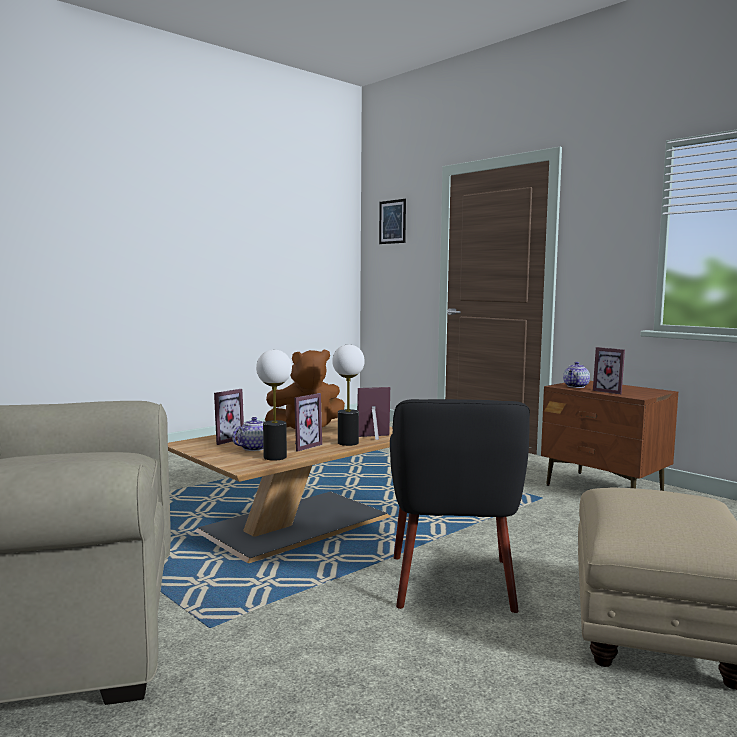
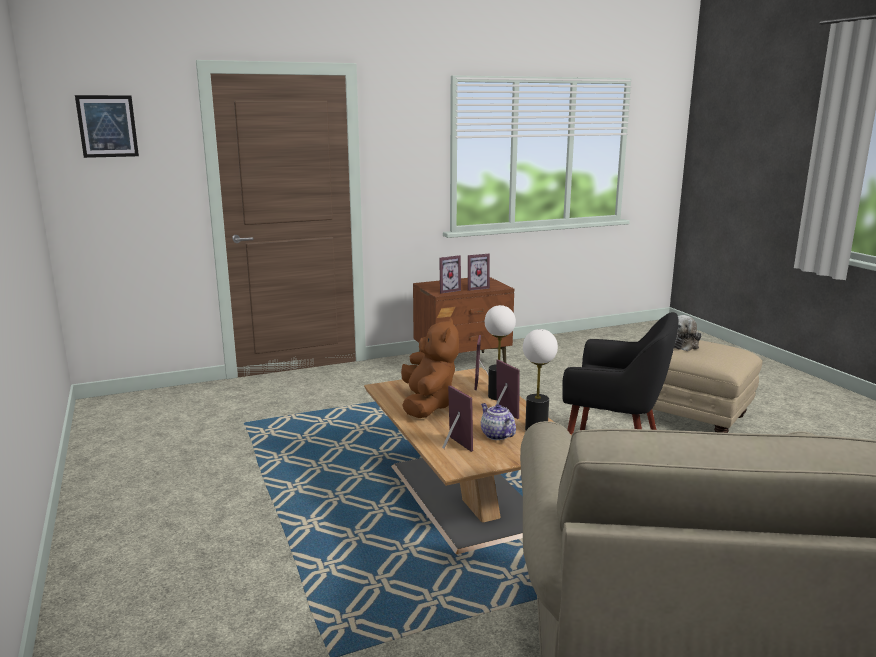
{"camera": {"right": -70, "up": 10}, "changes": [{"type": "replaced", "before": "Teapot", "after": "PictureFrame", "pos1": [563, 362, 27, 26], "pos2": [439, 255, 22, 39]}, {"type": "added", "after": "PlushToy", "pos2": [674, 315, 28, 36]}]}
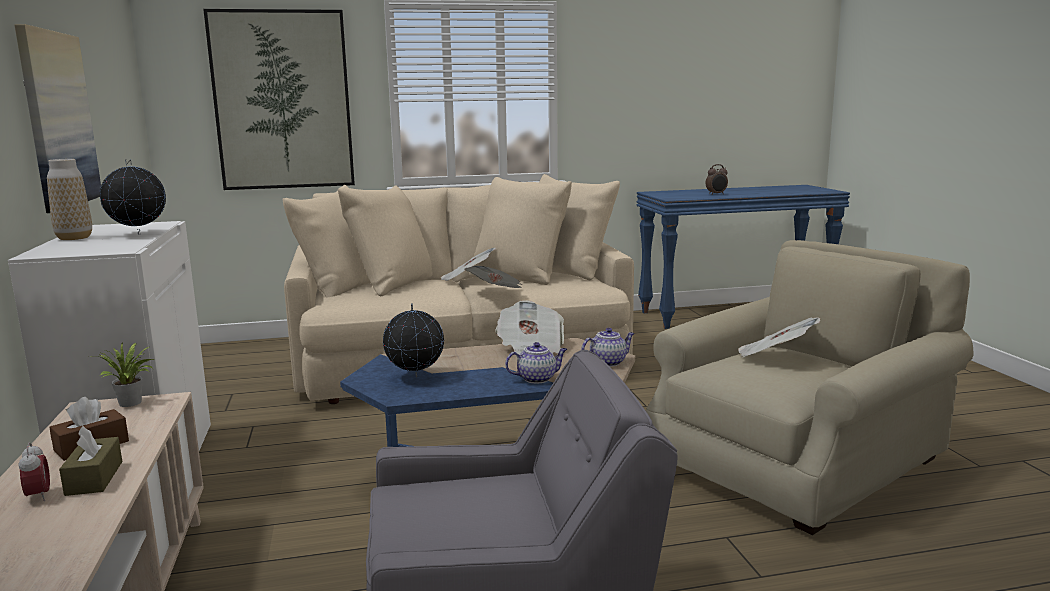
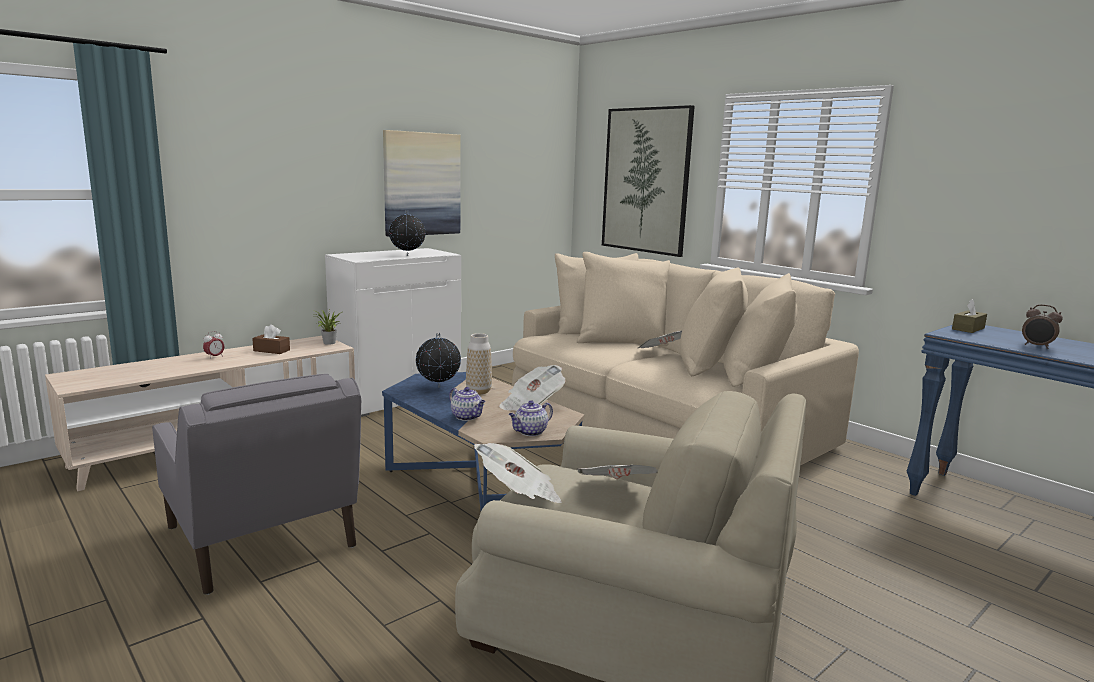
{"camera": {"right": 60, "up": 0}, "changes": [{"type": "moved", "before": "Vase", "pos1": [47, 159, 45, 81], "pos2": [466, 333, 26, 62]}, {"type": "moved", "before": "Newspaper", "pos1": [464, 266, 58, 22], "pos2": [474, 443, 88, 60]}, {"type": "turned", "before": "Teapot", "pos1": [581, 328, 54, 39], "pos2": [508, 400, 45, 36], "turn": 105}, {"type": "moved", "before": "BrownTissueBox", "pos1": [59, 426, 63, 70], "pos2": [952, 299, 35, 34]}]}
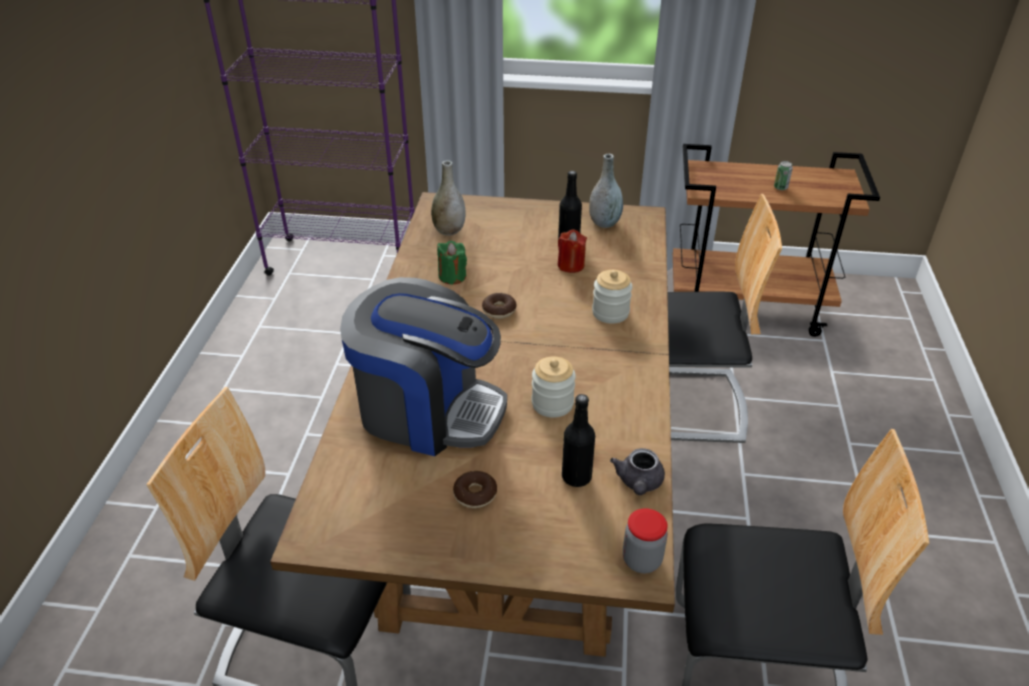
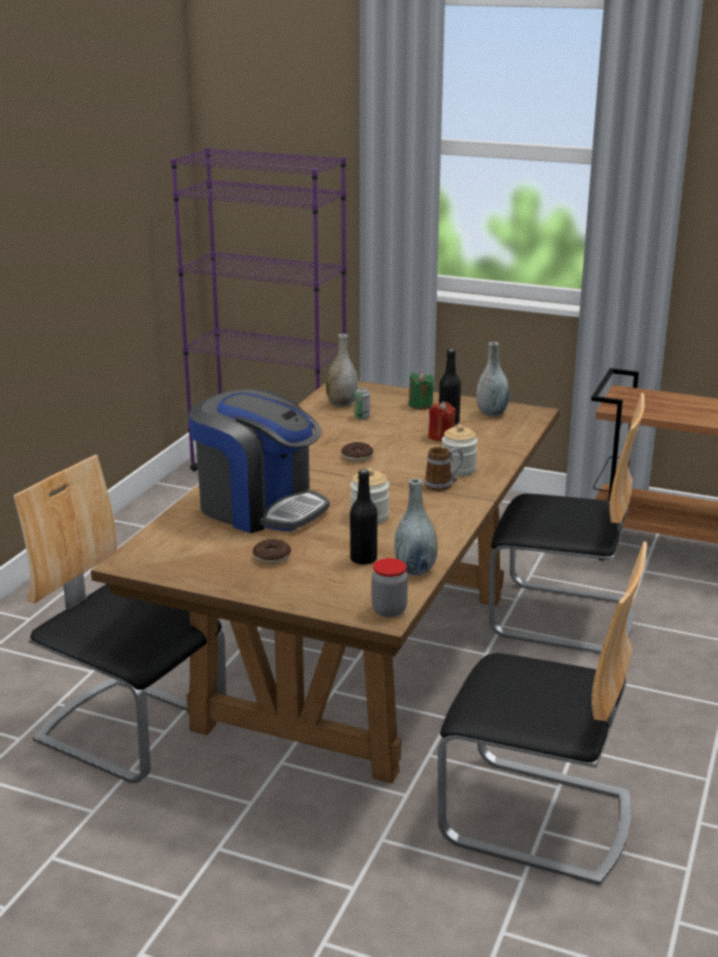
{"camera": {"right": 15, "up": -15}, "changes": [{"type": "moved", "before": "Can", "pos1": [774, 161, 19, 29], "pos2": [355, 388, 15, 32]}, {"type": "replaced", "before": "GreyTeapot", "after": "GreyVase", "pos1": [610, 448, 55, 47], "pos2": [394, 478, 44, 98]}, {"type": "moved", "before": "GreenCandle", "pos1": [437, 241, 30, 43], "pos2": [409, 371, 25, 38]}, {"type": "added", "after": "Mug", "pos2": [425, 447, 38, 44]}]}
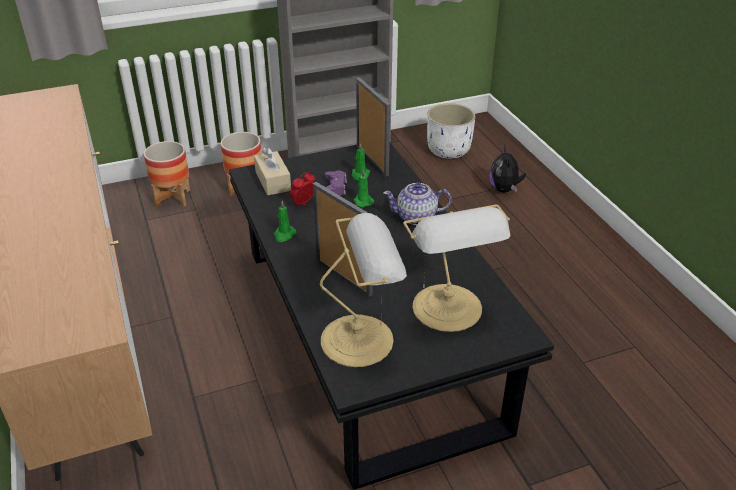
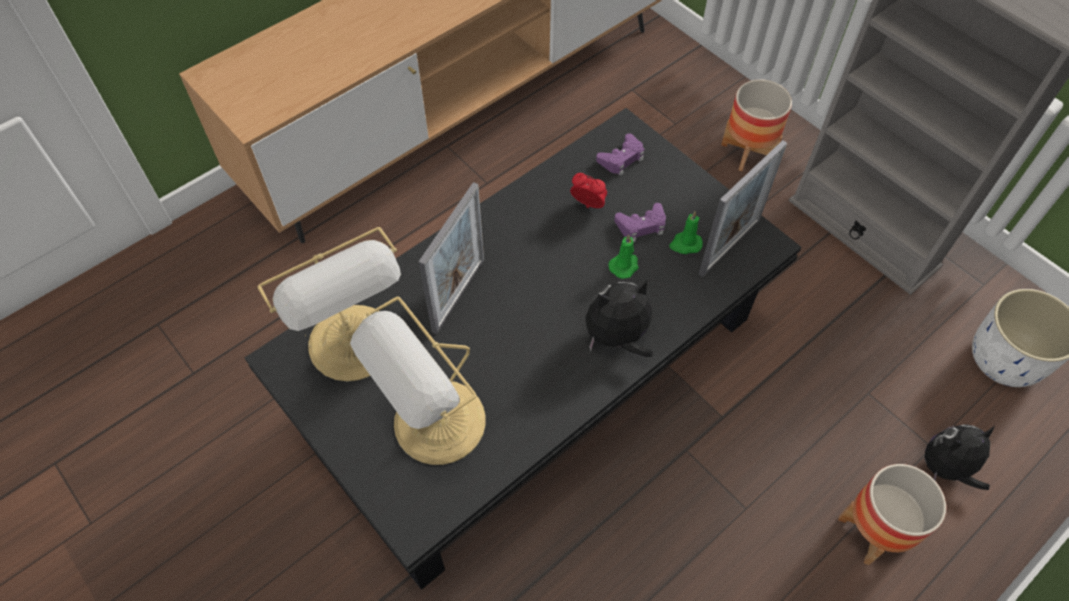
{"camera": {"right": 70, "up": 20}, "changes": [{"type": "replaced", "before": "Teapot", "after": "PlushToy", "pos1": [383, 183, 69, 42], "pos2": [585, 279, 68, 78]}, {"type": "replaced", "before": "BeigeTissueBox", "after": "PurpleGameController", "pos1": [254, 147, 37, 48], "pos2": [596, 133, 48, 42]}, {"type": "moved", "before": "Planter", "pos1": [144, 141, 46, 66], "pos2": [838, 464, 108, 101]}, {"type": "removed", "before": "GreenCandle", "pos1": [274, 201, 22, 41]}]}
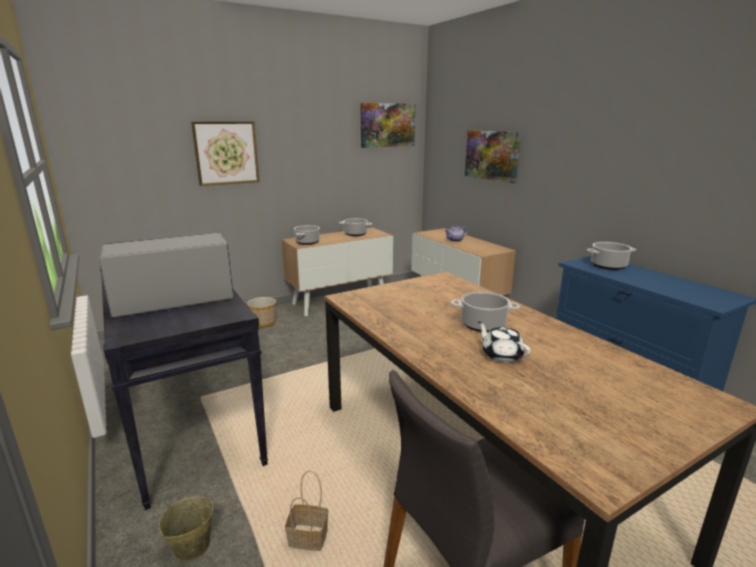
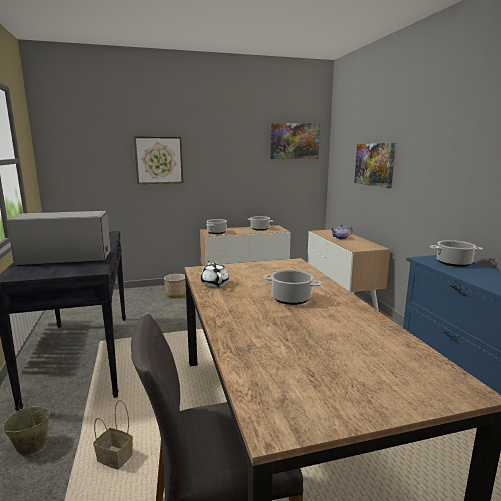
{"camera": {"right": 15, "up": -5}, "changes": [{"type": "moved", "before": "WhiteTeapot", "pos1": [478, 322, 53, 41], "pos2": [201, 261, 28, 26]}]}
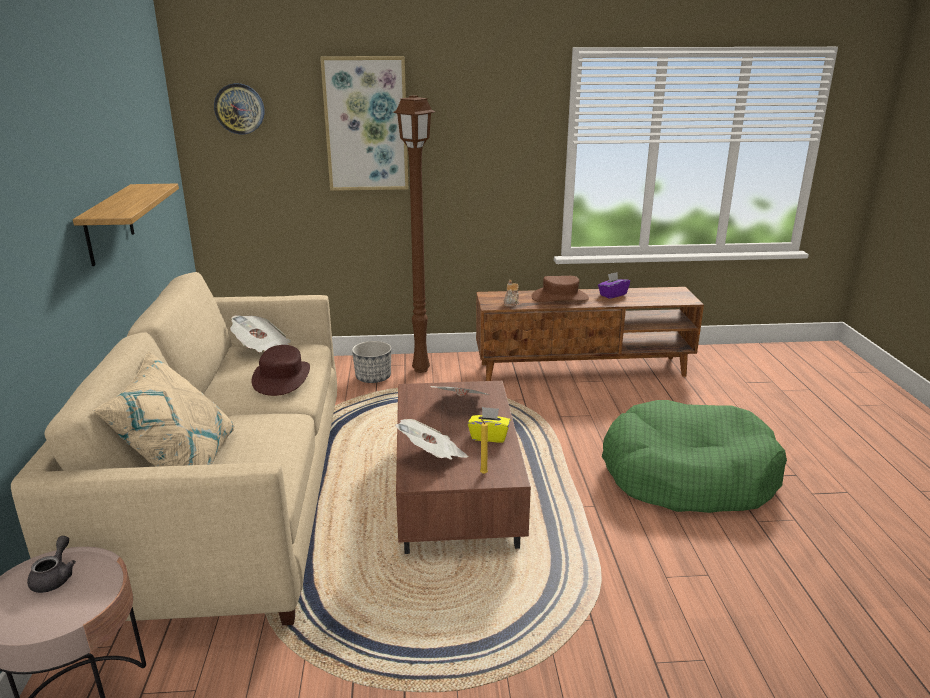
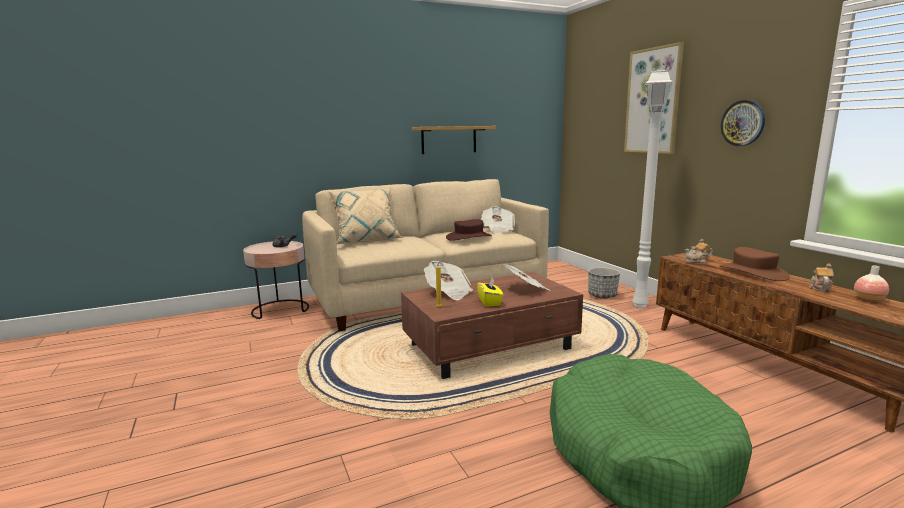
{"camera": {"right": 70, "up": -10}, "changes": [{"type": "recoloured", "before": "BrownFloorLamp", "after": "WhiteFloorLamp", "pos1": [393, 95, 42, 278], "pos2": [632, 69, 41, 239]}, {"type": "moved", "before": "WallClock", "pos1": [214, 83, 50, 51], "pos2": [720, 100, 45, 46]}, {"type": "replaced", "before": "PurpleTissueBox", "after": "Teapot", "pos1": [598, 272, 32, 27], "pos2": [809, 263, 25, 29]}, {"type": "added", "after": "Vase", "pos2": [854, 265, 35, 36]}]}
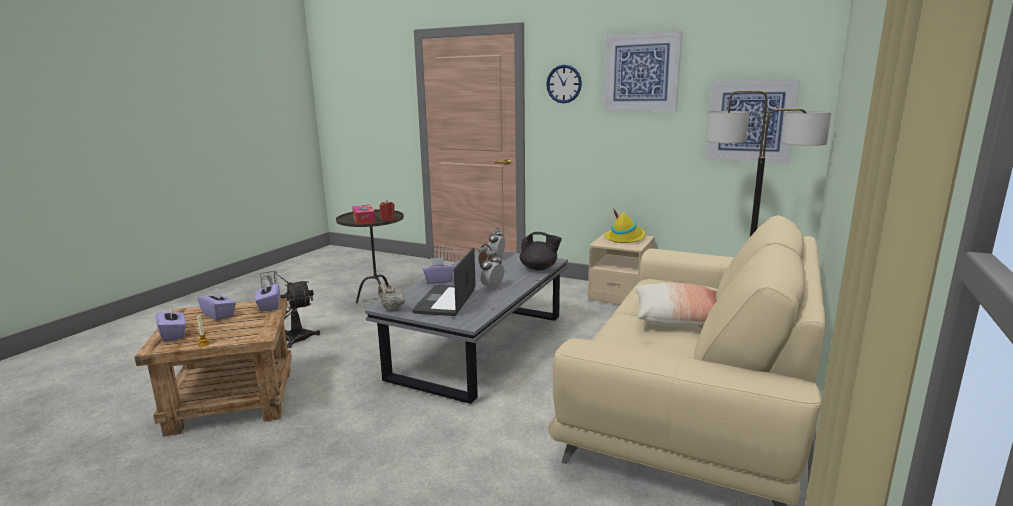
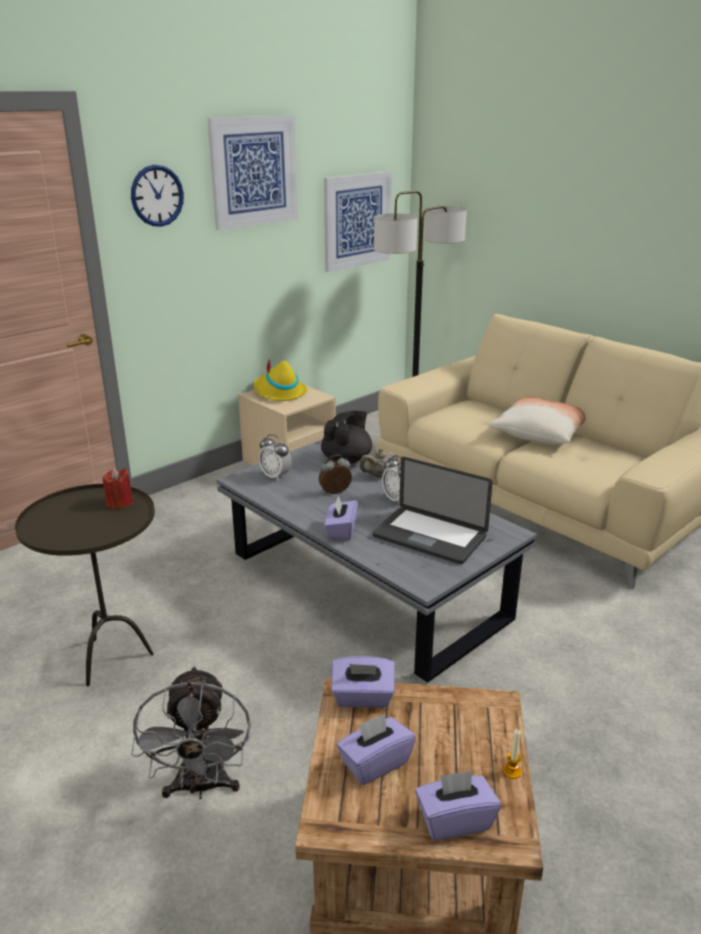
{"camera": {"right": -70, "up": 10}, "changes": [{"type": "moved", "before": "BeigeTeapot", "pos1": [378, 284, 27, 27], "pos2": [359, 448, 39, 30]}, {"type": "removed", "before": "TissueBox", "pos1": [352, 205, 24, 19]}]}
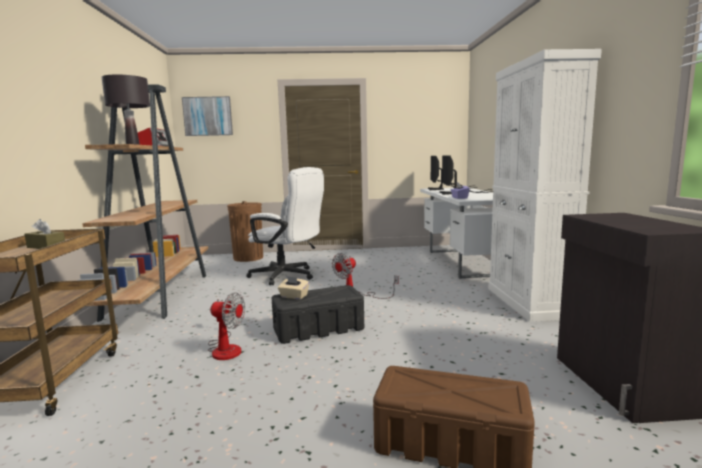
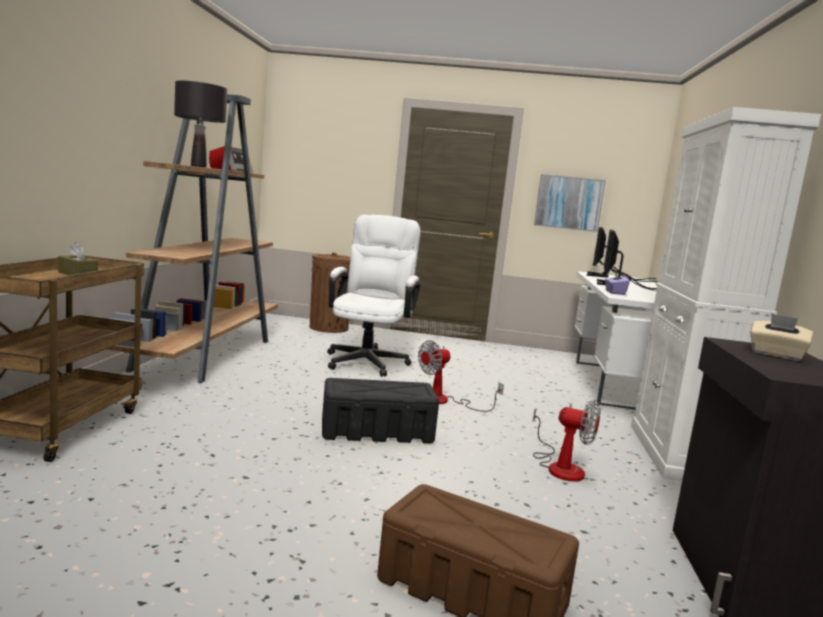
{"camera": {"right": 10, "up": 0}, "changes": [{"type": "turned", "before": "WhiteOfficeChair", "pos1": [246, 167, 78, 118], "pos2": [327, 215, 94, 162], "turn": -120}, {"type": "moved", "before": "Fan", "pos1": [208, 292, 37, 68], "pos2": [532, 400, 69, 82]}, {"type": "moved", "before": "Picture", "pos1": [182, 96, 51, 40], "pos2": [534, 174, 72, 58]}, {"type": "moved", "before": "BeigeTissueBox", "pos1": [278, 276, 31, 23], "pos2": [750, 314, 63, 47]}]}
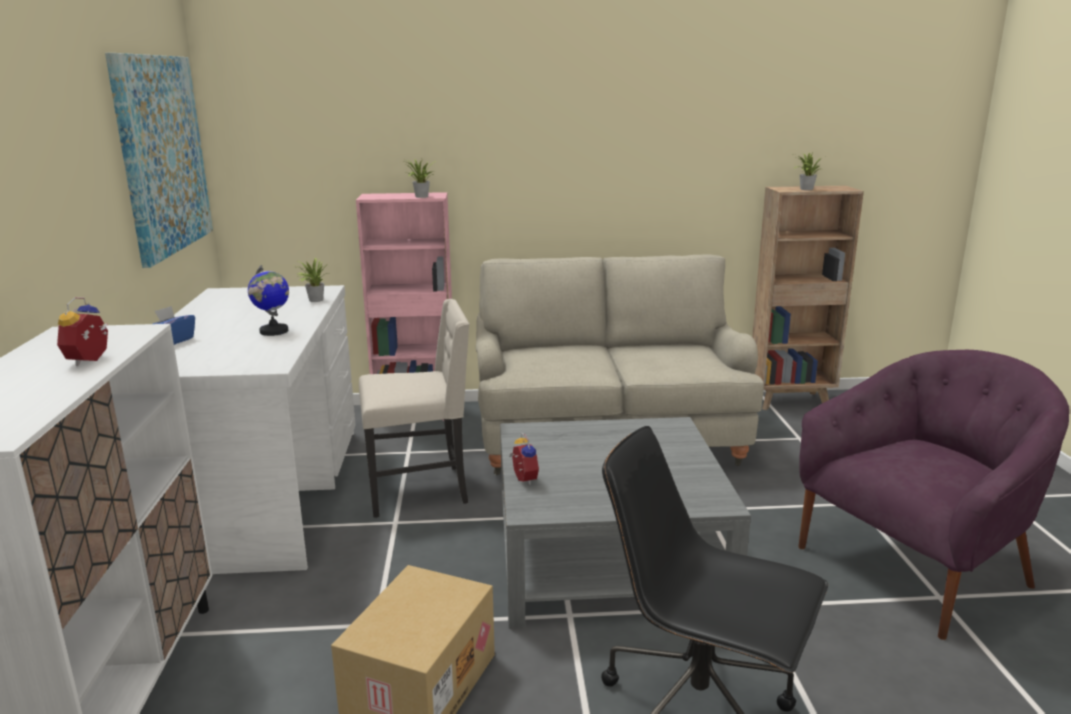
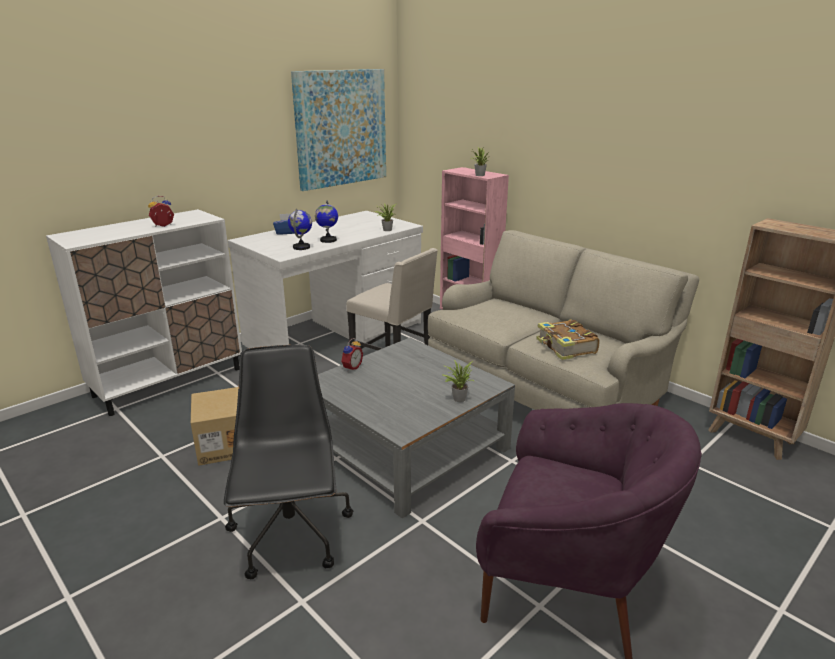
{"camera": {"right": 50, "up": 5}, "changes": [{"type": "added", "after": "Globe", "pos2": [288, 209, 24, 41]}, {"type": "moved", "before": "PottedPlant", "pos1": [794, 153, 32, 37], "pos2": [441, 360, 34, 42]}, {"type": "added", "after": "Book", "pos2": [536, 319, 64, 41]}]}
